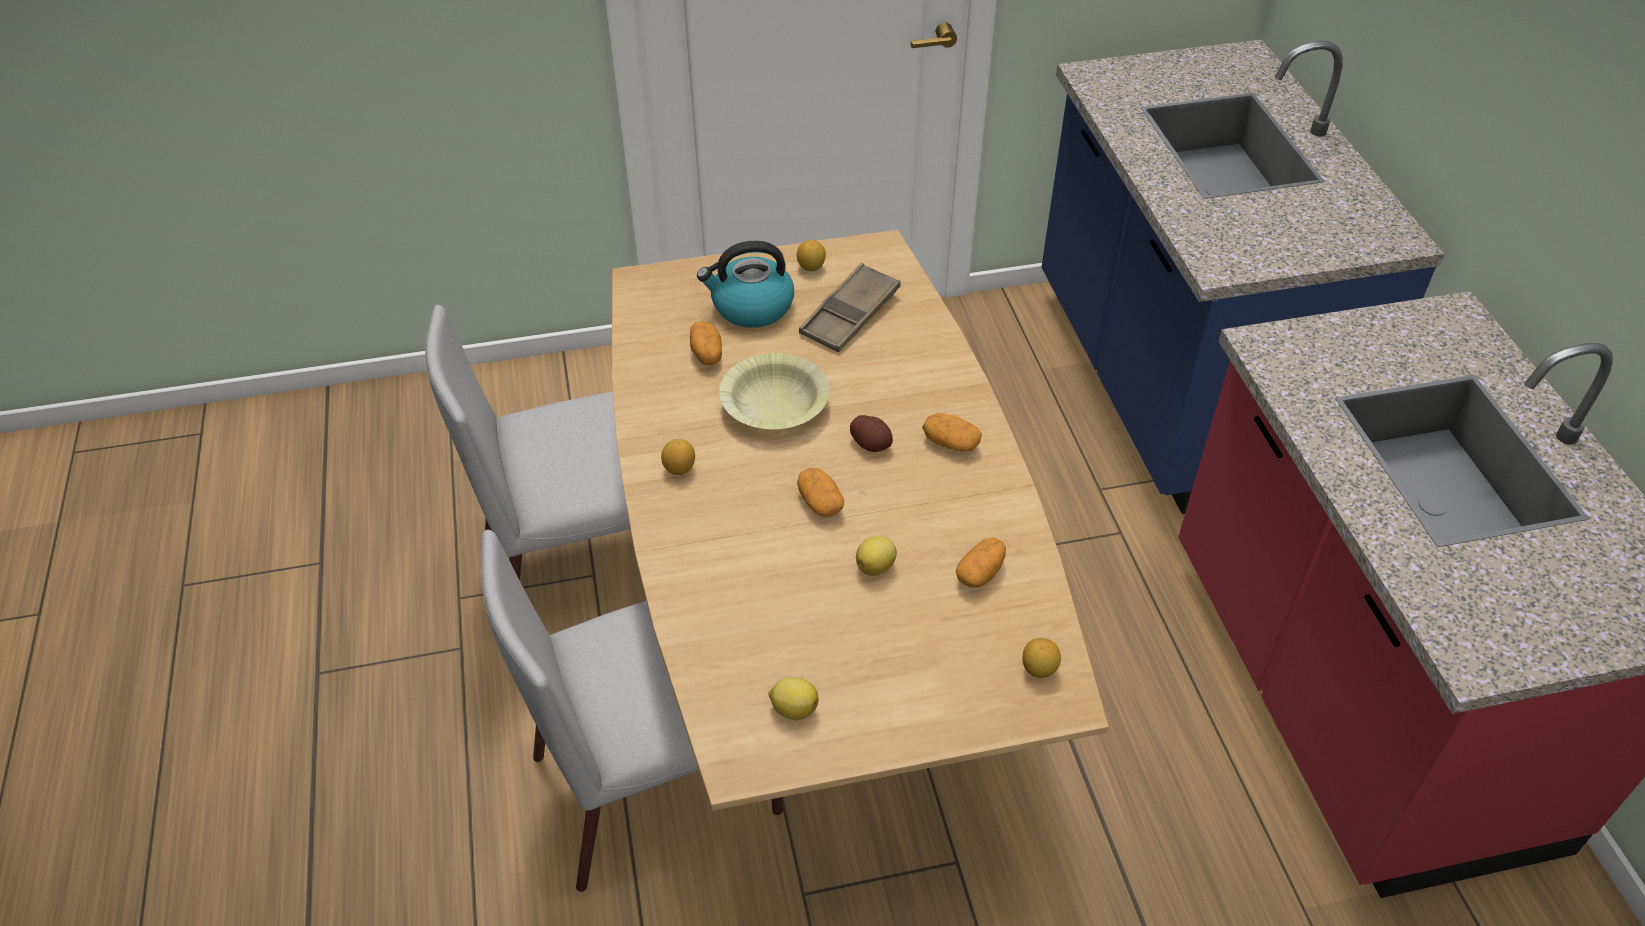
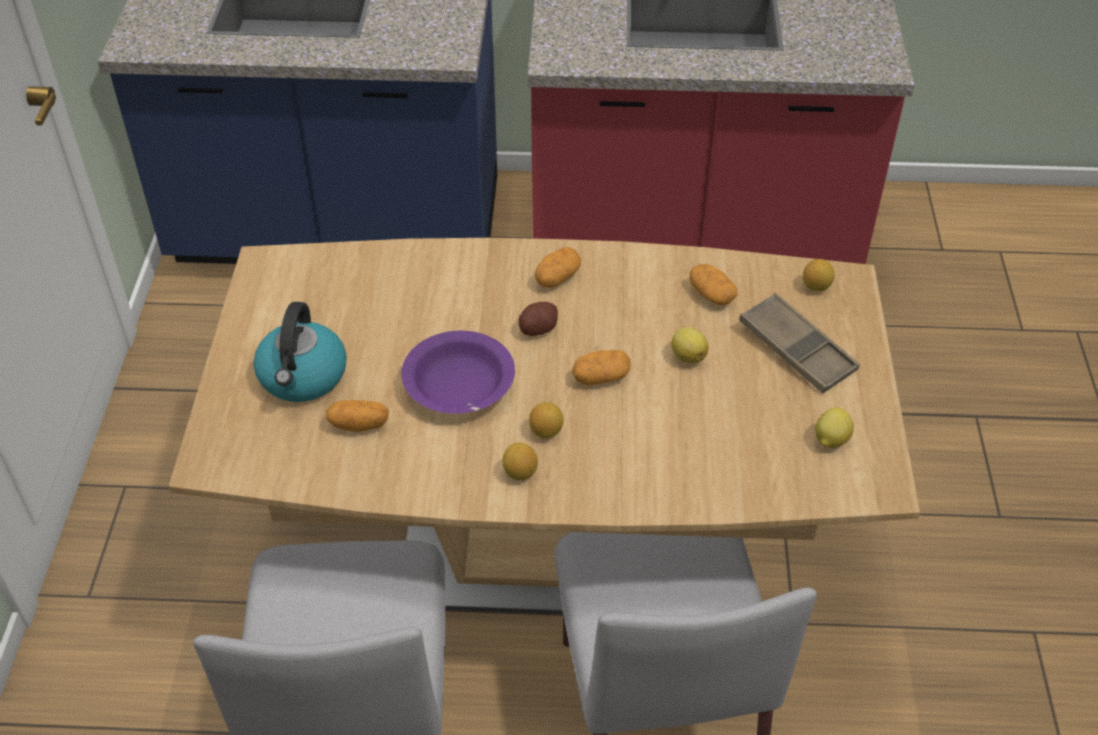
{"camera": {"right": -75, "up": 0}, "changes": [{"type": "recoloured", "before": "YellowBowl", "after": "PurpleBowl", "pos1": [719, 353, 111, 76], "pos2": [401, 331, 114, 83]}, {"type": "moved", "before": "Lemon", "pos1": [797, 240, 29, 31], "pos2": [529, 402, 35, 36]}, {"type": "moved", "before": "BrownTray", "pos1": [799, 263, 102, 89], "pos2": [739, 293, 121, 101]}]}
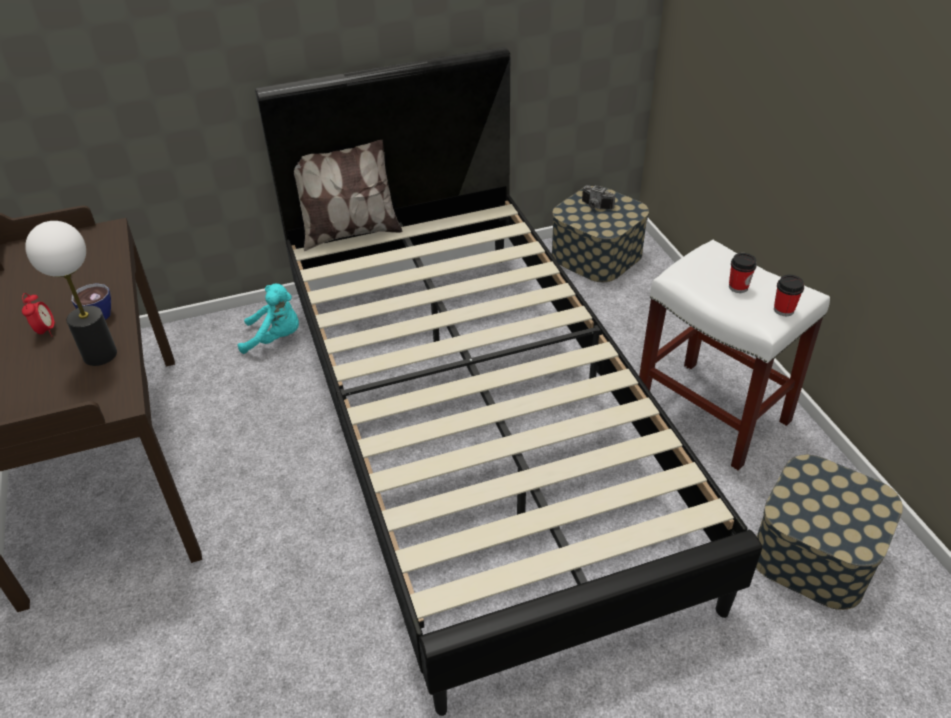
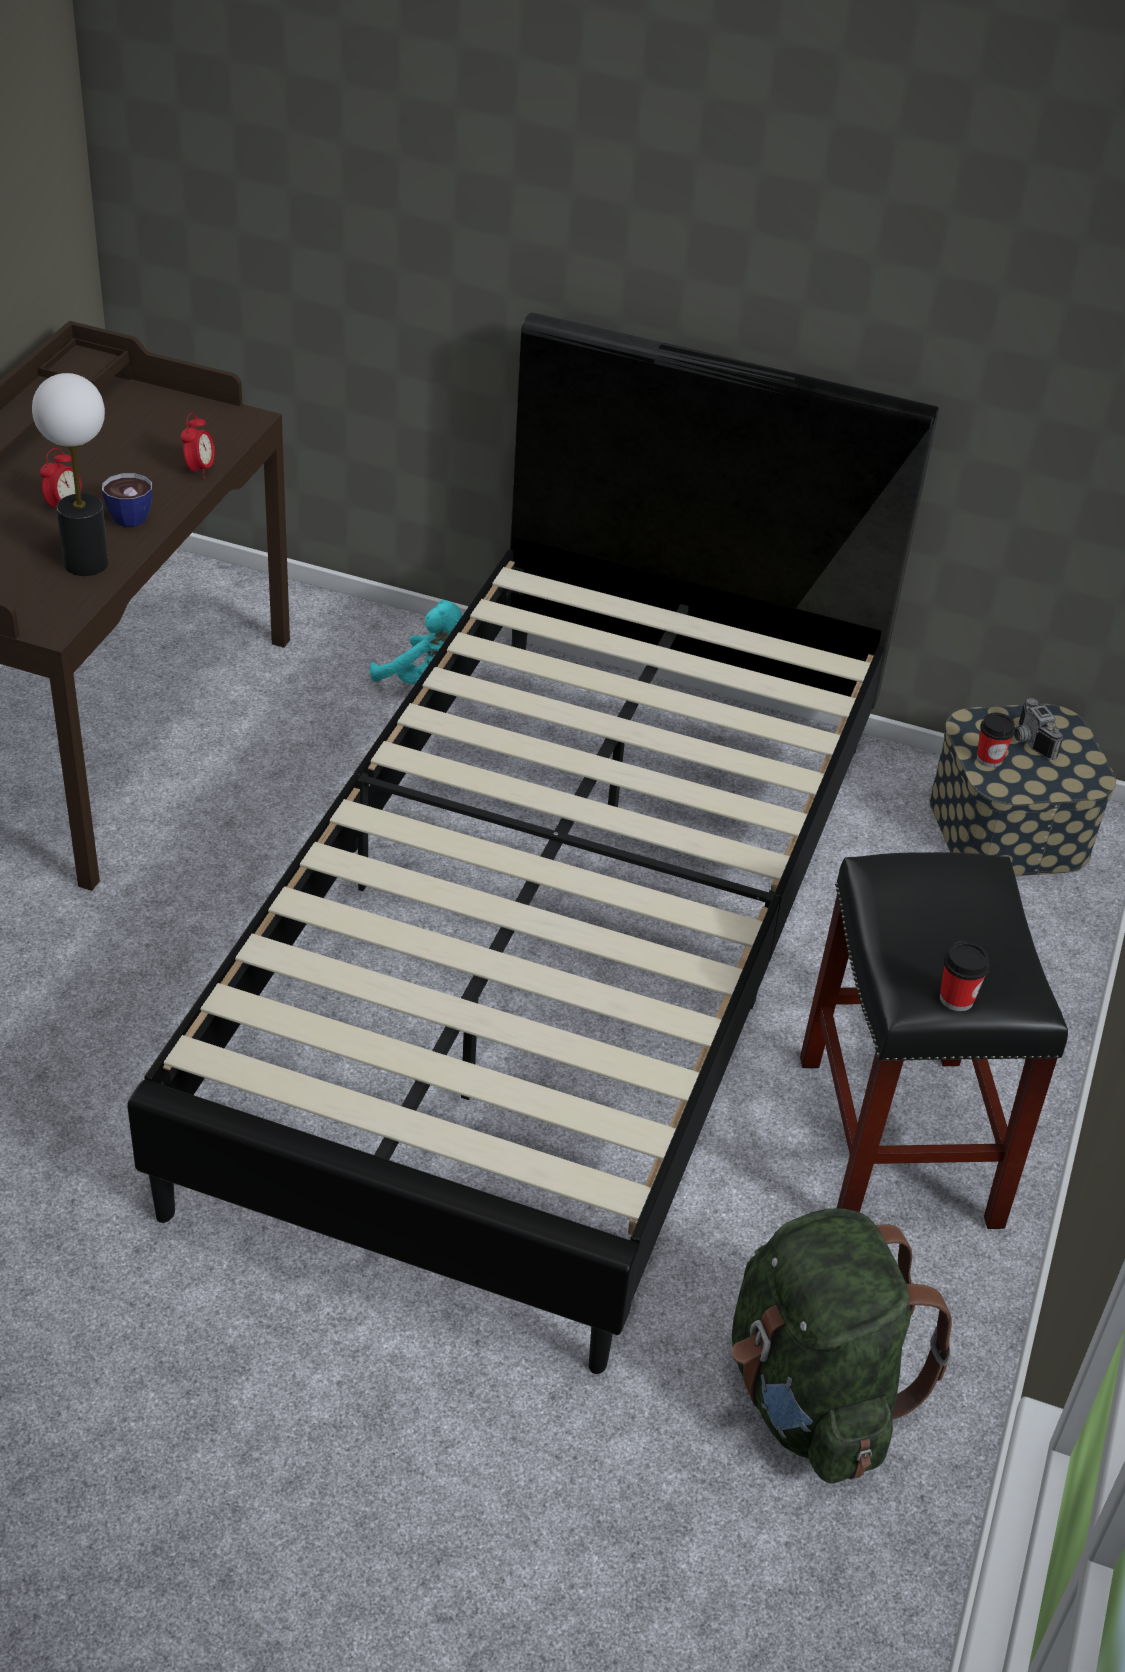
{"camera": {"right": 35, "up": 0}, "changes": [{"type": "added", "after": "AlarmClock", "pos2": [181, 413, 34, 65]}, {"type": "replaced", "before": "StorageBox", "after": "GreenBackpack", "pos1": [756, 455, 147, 155], "pos2": [732, 1208, 223, 276]}, {"type": "recoloured", "before": "WhiteStool", "after": "BlackStool", "pos1": [639, 240, 191, 231], "pos2": [800, 852, 268, 377]}, {"type": "moved", "before": "Cup", "pos1": [729, 253, 28, 40], "pos2": [977, 712, 38, 56]}, {"type": "removed", "before": "Pillow", "pos1": [294, 140, 109, 111]}]}
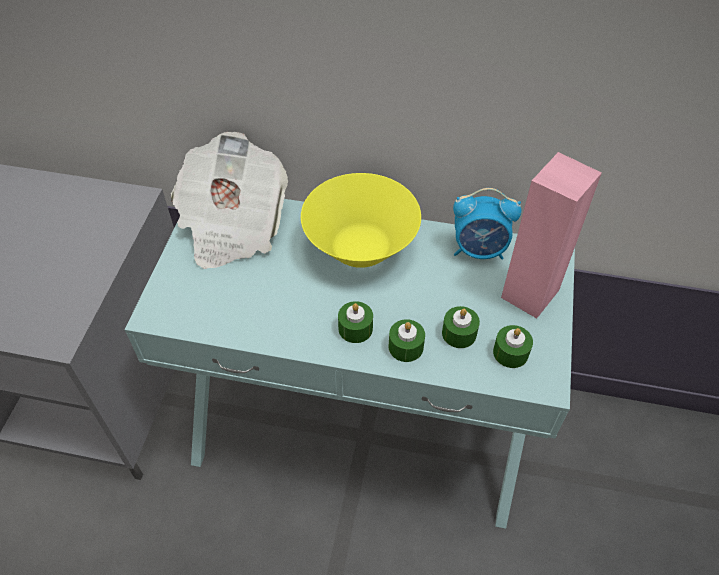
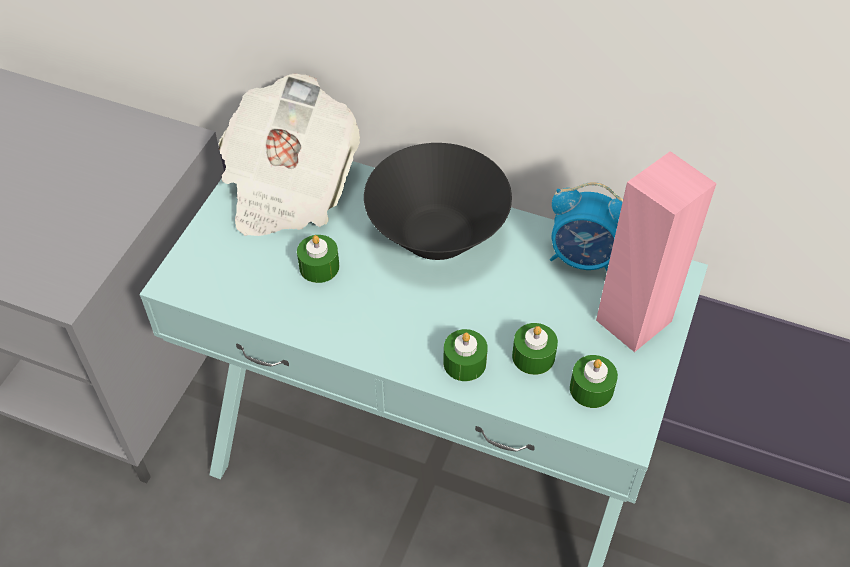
{"camera": {"right": 10, "up": 0}, "changes": [{"type": "moved", "before": "GreenCandle", "pos1": [338, 301, 35, 42], "pos2": [297, 235, 42, 48]}, {"type": "recoloured", "before": "YellowBowl", "after": "BlackBowl", "pos1": [301, 173, 120, 95], "pos2": [364, 143, 148, 117]}]}
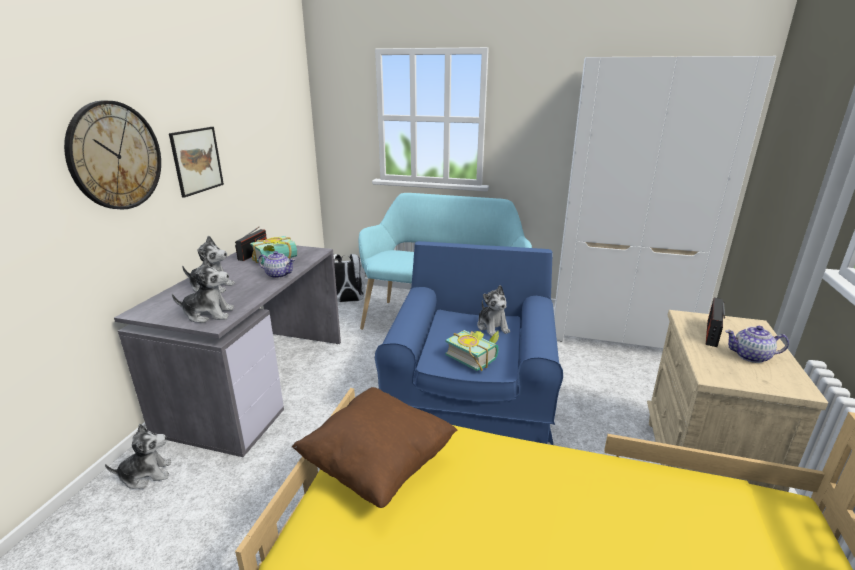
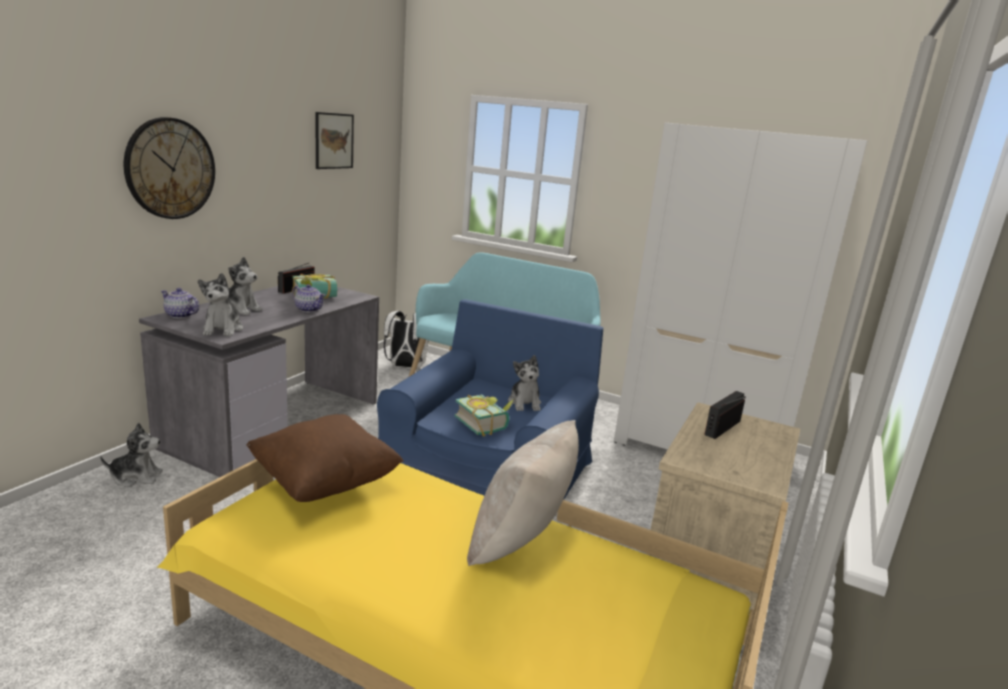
{"camera": {"right": 10, "up": -5}, "changes": [{"type": "moved", "before": "Teapot", "pos1": [725, 326, 64, 37], "pos2": [161, 288, 38, 30]}, {"type": "turned", "before": "PlushToy", "pos1": [172, 257, 62, 66], "pos2": [198, 273, 45, 63], "turn": 75}, {"type": "moved", "before": "Picture", "pos1": [169, 127, 55, 71], "pos2": [315, 112, 39, 57]}, {"type": "added", "after": "BeigePillow", "pos2": [467, 420, 112, 146]}]}
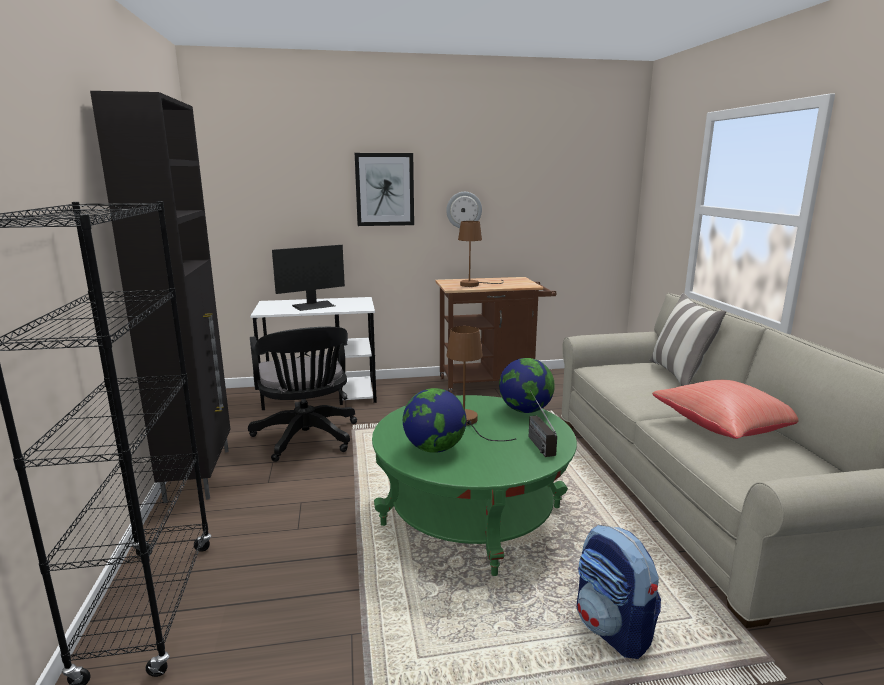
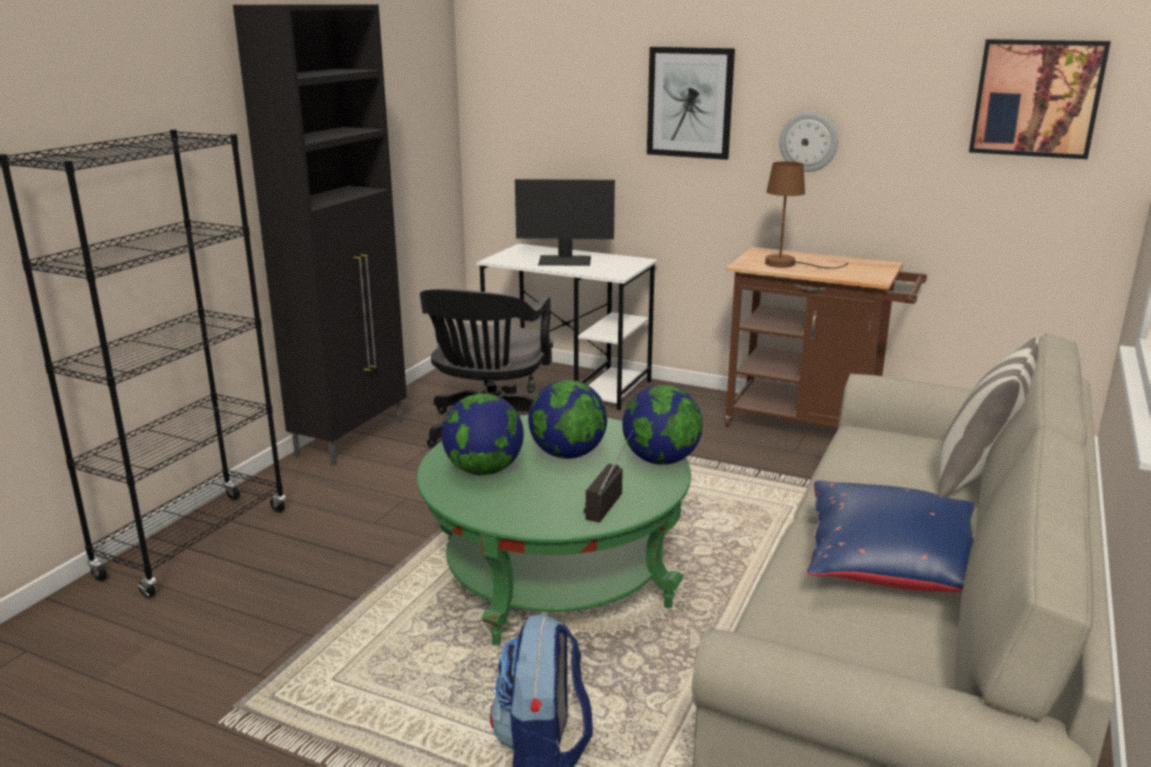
{"camera": {"right": 35, "up": 5}, "changes": [{"type": "replaced", "before": "BrownTableLamp", "after": "Globe", "pos1": [446, 326, 70, 115], "pos2": [528, 380, 79, 79]}, {"type": "recoloured", "before": "RedPillow", "after": "BluePillow", "pos1": [653, 380, 145, 59], "pos2": [807, 480, 168, 112]}, {"type": "added", "after": "Picture", "pos2": [969, 39, 142, 120]}]}
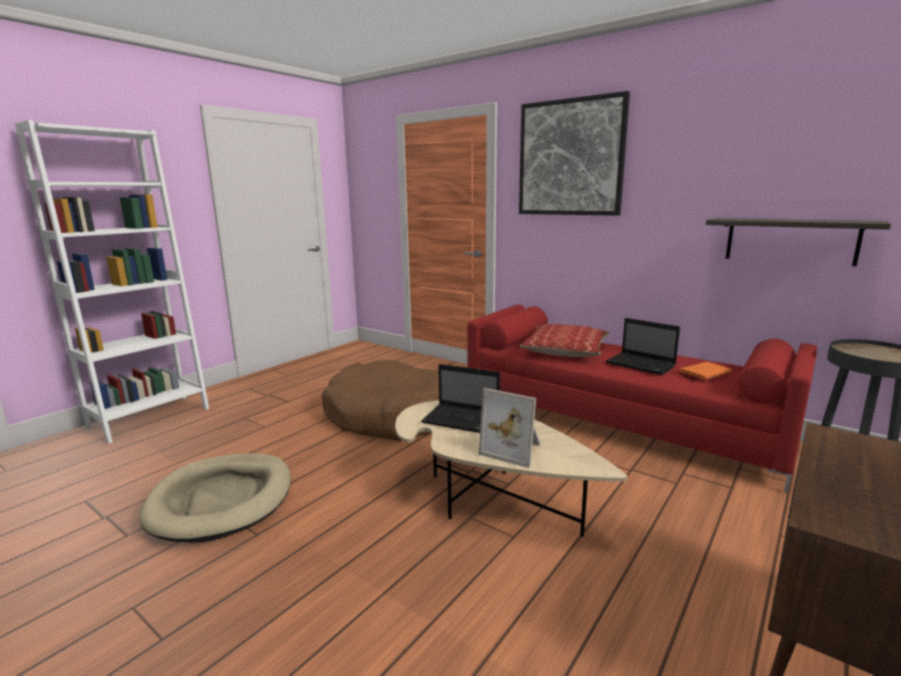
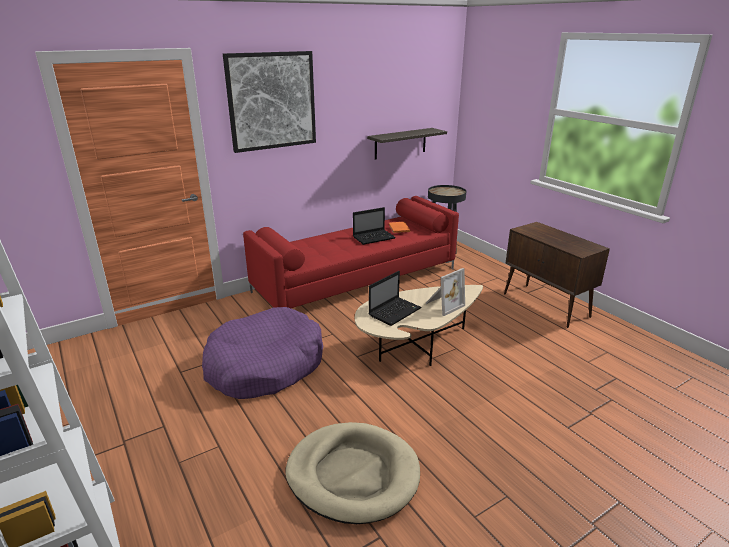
{"camera": {"right": -70, "up": 10}, "changes": [{"type": "recoloured", "before": "BrownDogBed", "after": "PurpleDogBed", "pos1": [322, 360, 117, 81], "pos2": [202, 307, 121, 92]}, {"type": "removed", "before": "Pillow", "pos1": [519, 324, 90, 33]}]}
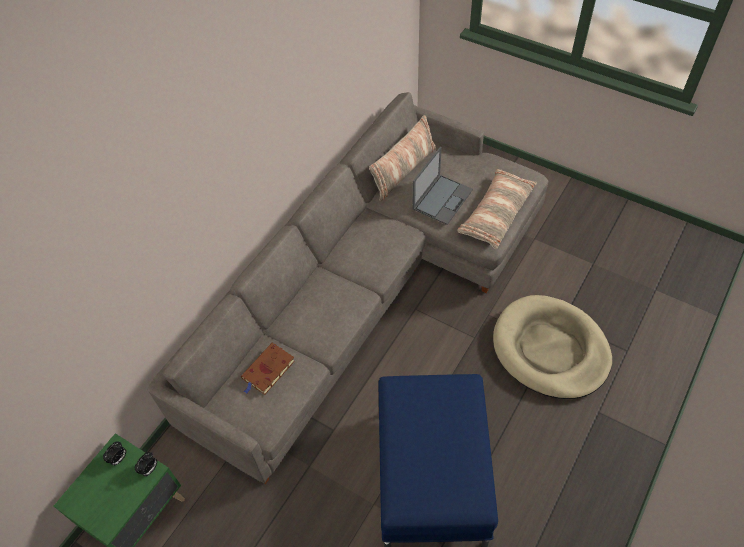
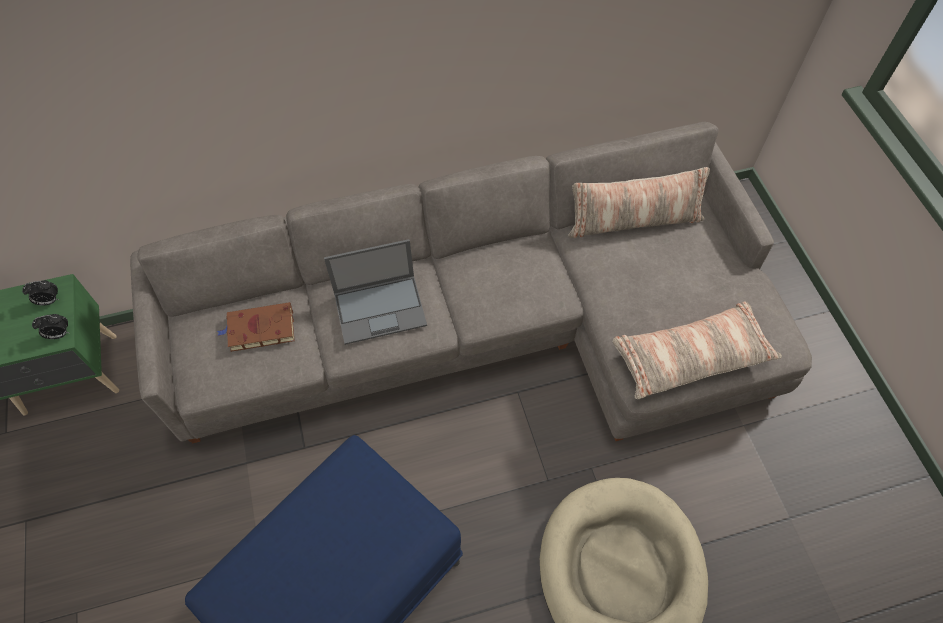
{"camera": {"right": 40, "up": 5}, "changes": [{"type": "moved", "before": "Laptop", "pos1": [412, 147, 61, 78], "pos2": [324, 239, 103, 106]}]}
